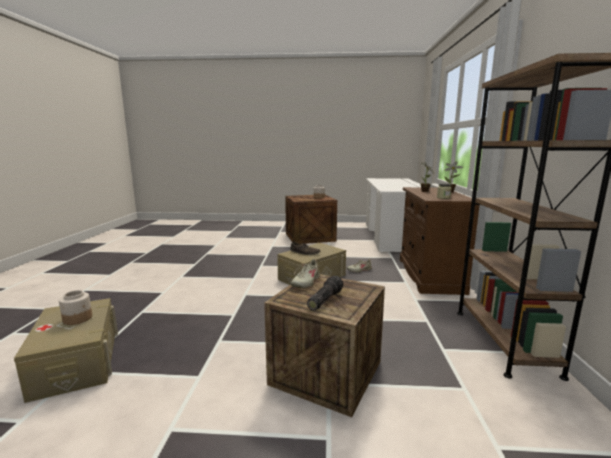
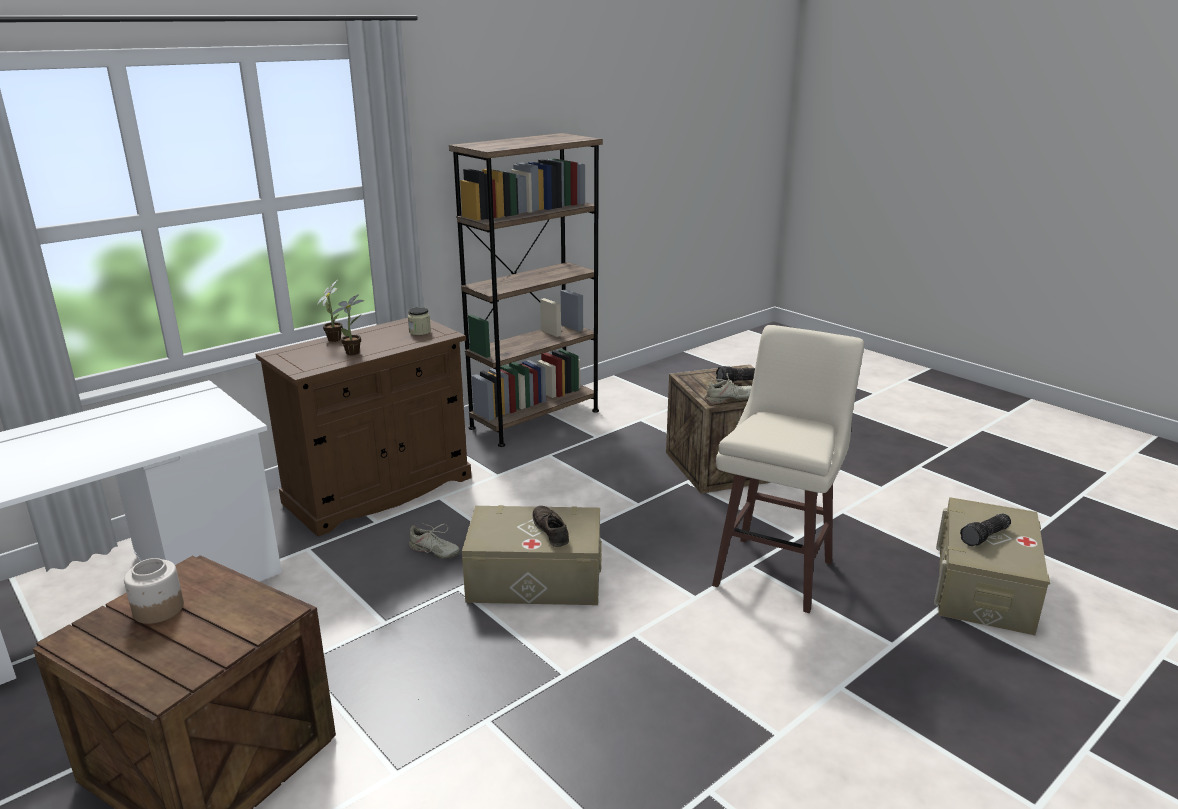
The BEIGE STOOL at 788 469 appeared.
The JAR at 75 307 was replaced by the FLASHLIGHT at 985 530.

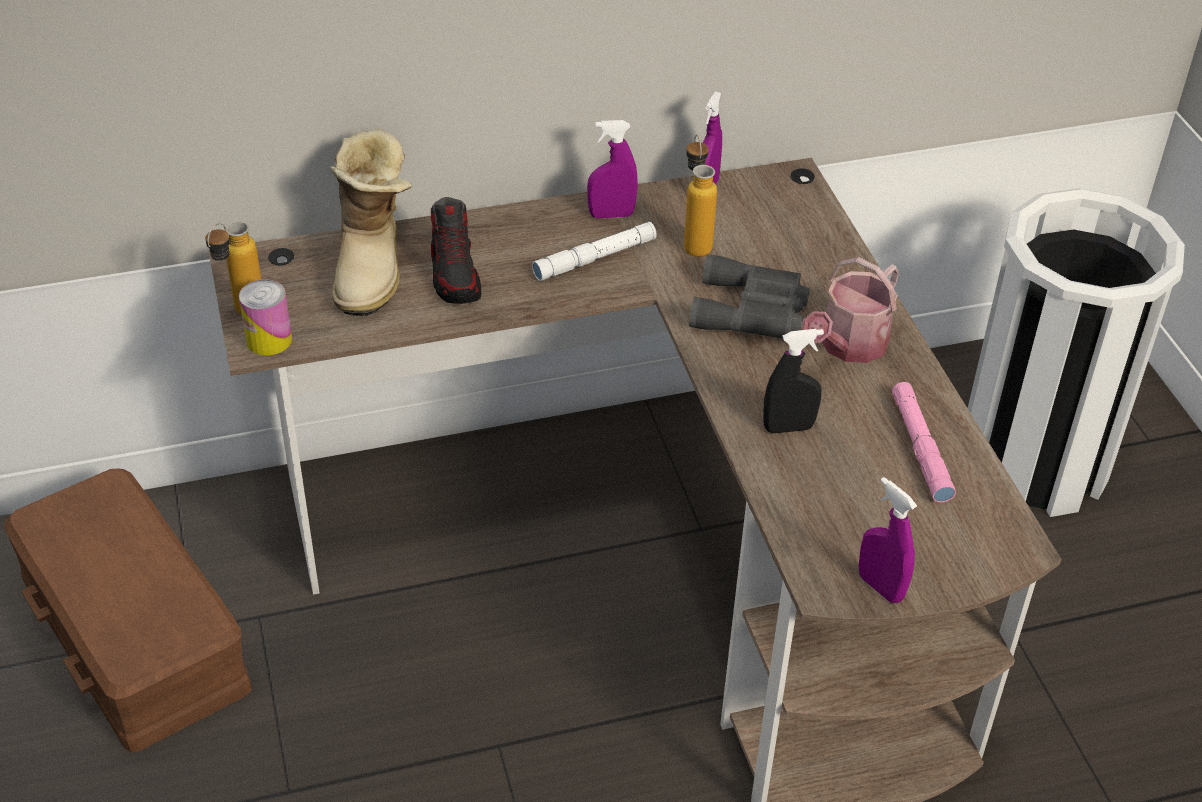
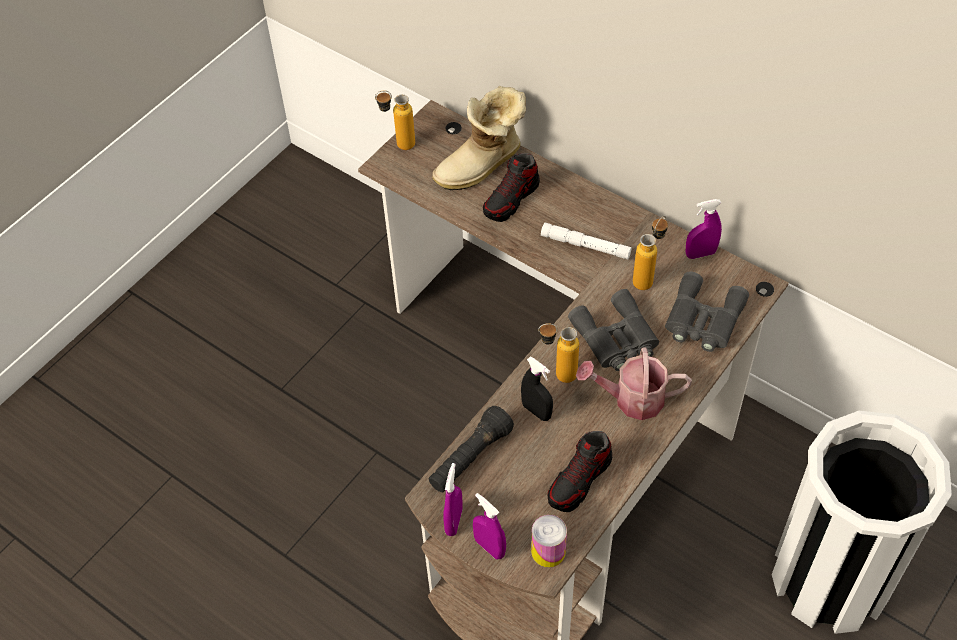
The BLACK FLASHLIGHT at 471 449 appeared.
The PURPLE SPRAY BOTTLE moved from 612 169 to 489 526.
The CAN moved from 265 317 to 549 541.
The BOTTLE at 559 353 appeared.
The PINK FLASHLIGHT at 924 442 was replaced by the SHOE at 579 471.
The GREY BINOCULARS at 707 311 appeared.
The BROWN STORAGE BOX at 128 610 disappeared.

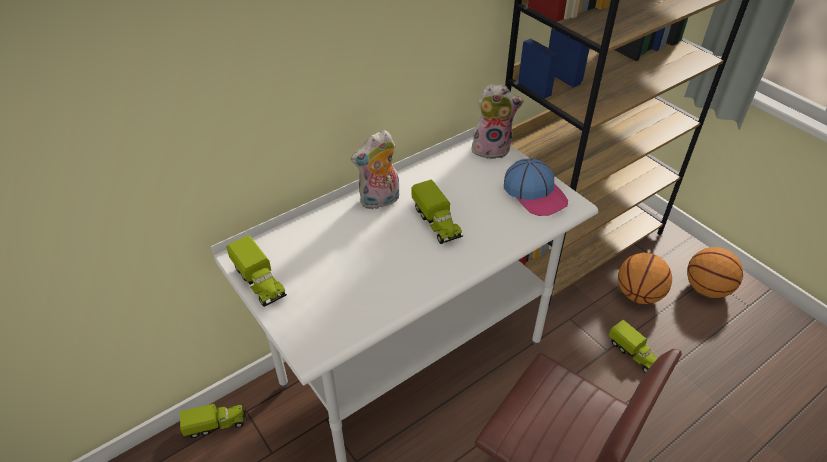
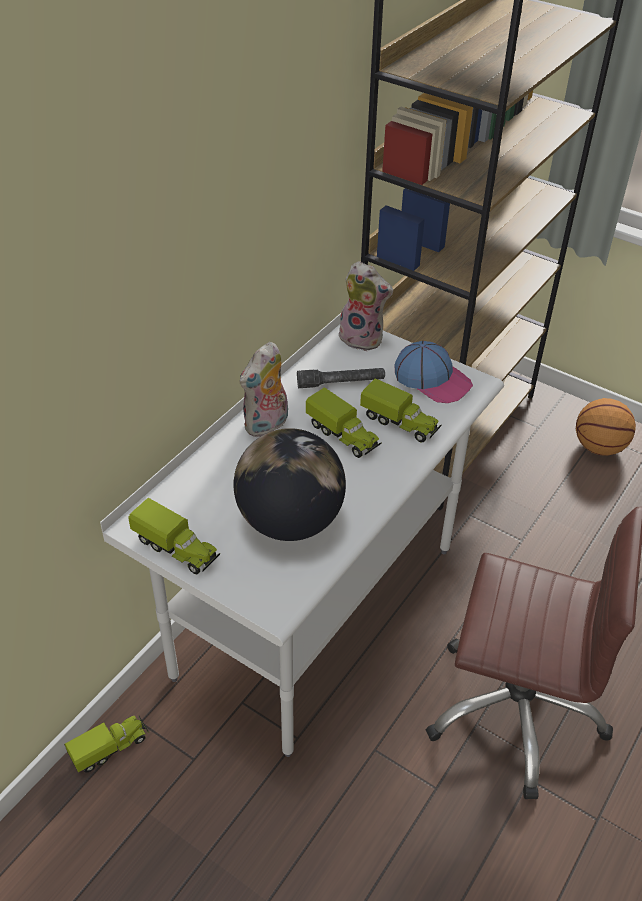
The GLOBE at 290 484 appeared.
The GREY FLASHLIGHT at 341 378 appeared.
The PLUSH TOY at 497 121 turned 45 degrees clockwise.
The TOY TRUCK moved from 633 346 to 401 410.
The BASKETBALL at 645 278 disappeared.

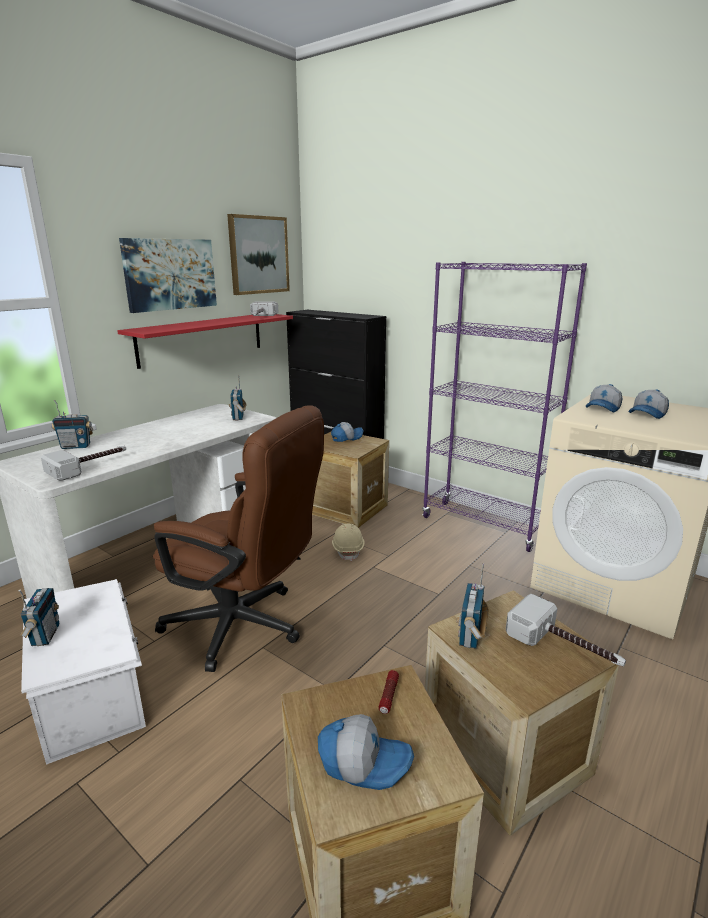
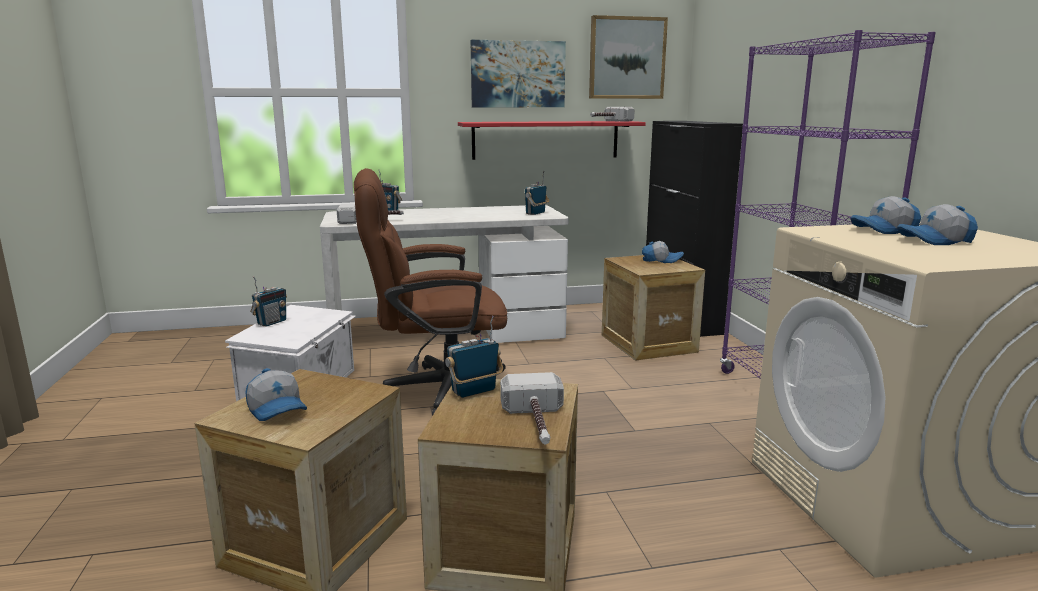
The BROWN OFFICE CHAIR at 238 538 turned 105 degrees clockwise.
The BEIGE HARD HAT at 348 542 disappeared.
The FLASHLIGHT at 389 692 disappeared.

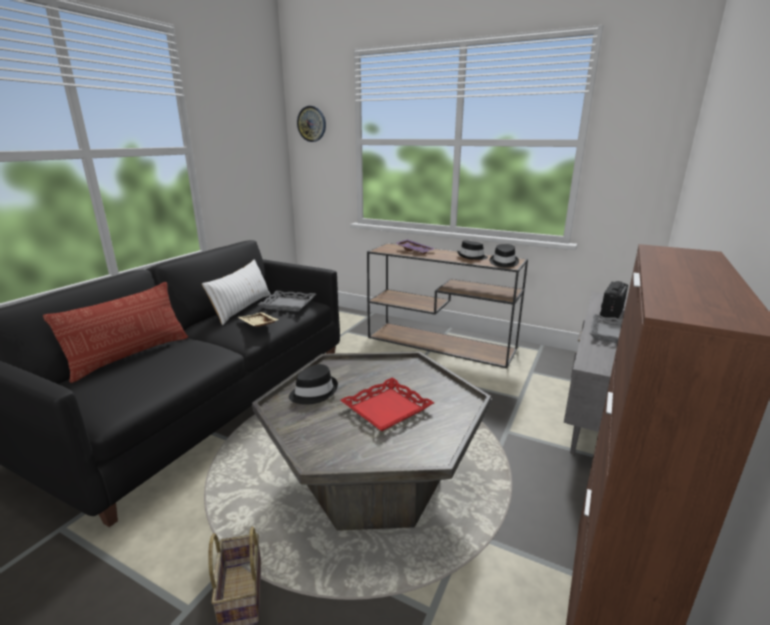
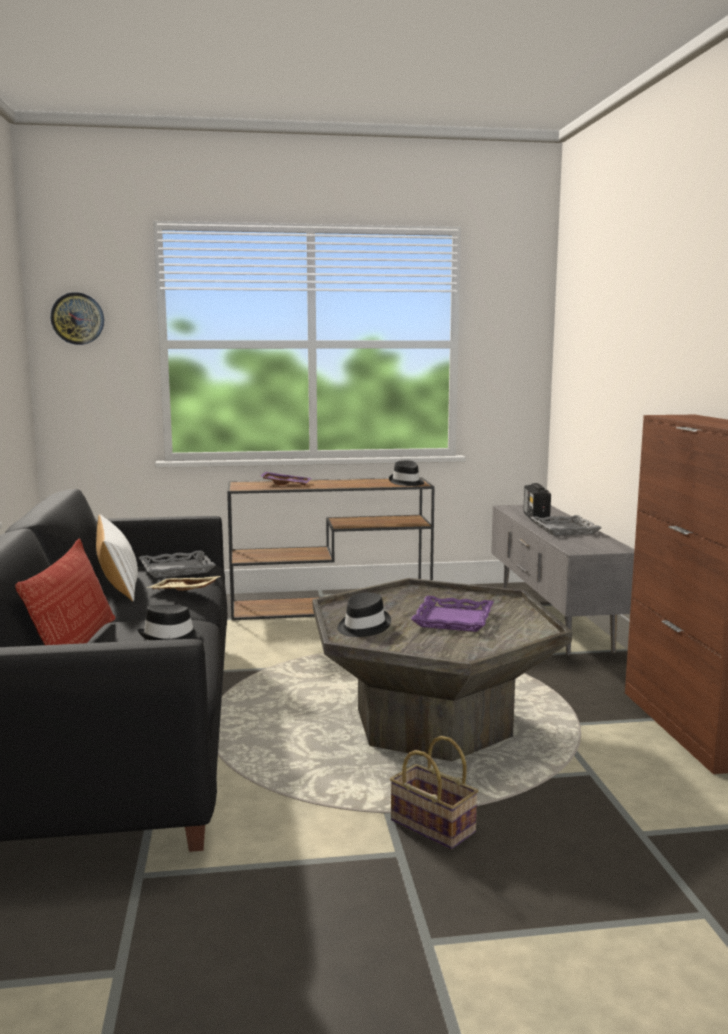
The BLACK HAT moved from 472 250 to 169 622.
The RED TRAY at 387 404 became the PURPLE TRAY at 452 614.

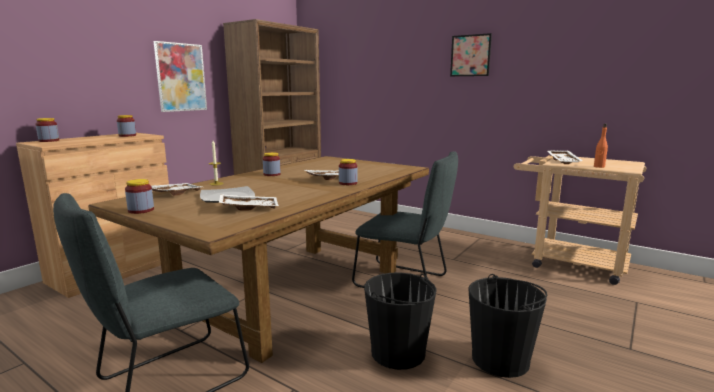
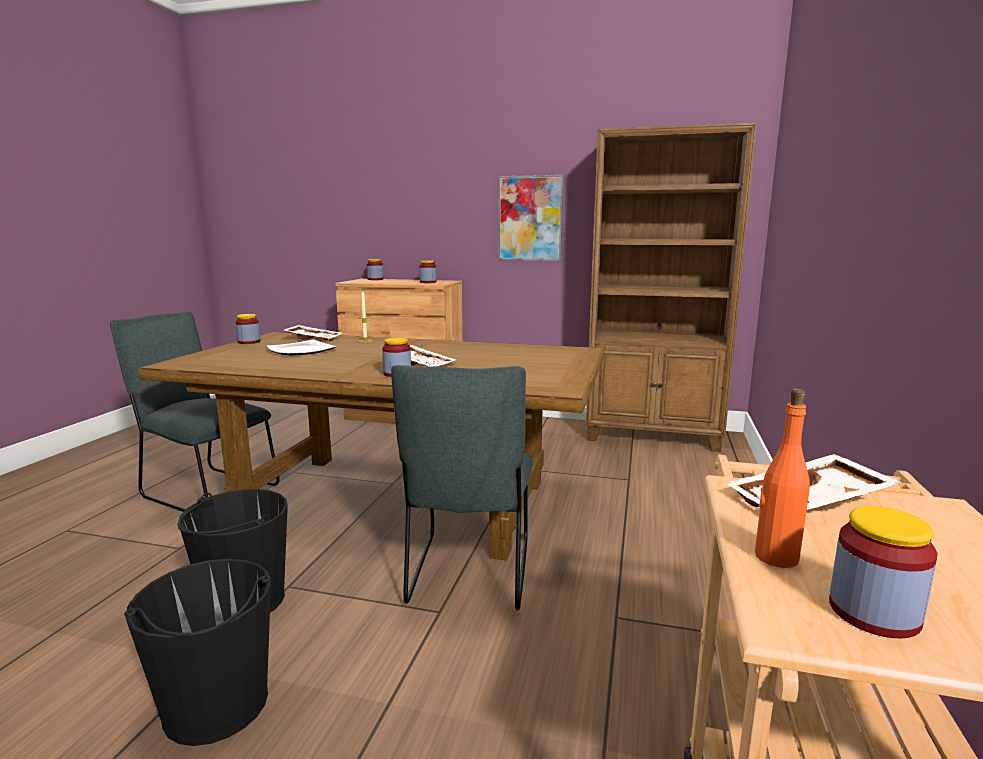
The JAR moved from 272 164 to 883 572.
The WHITE TRAY at 249 202 disappeared.
The PICTURE at 471 54 disappeared.

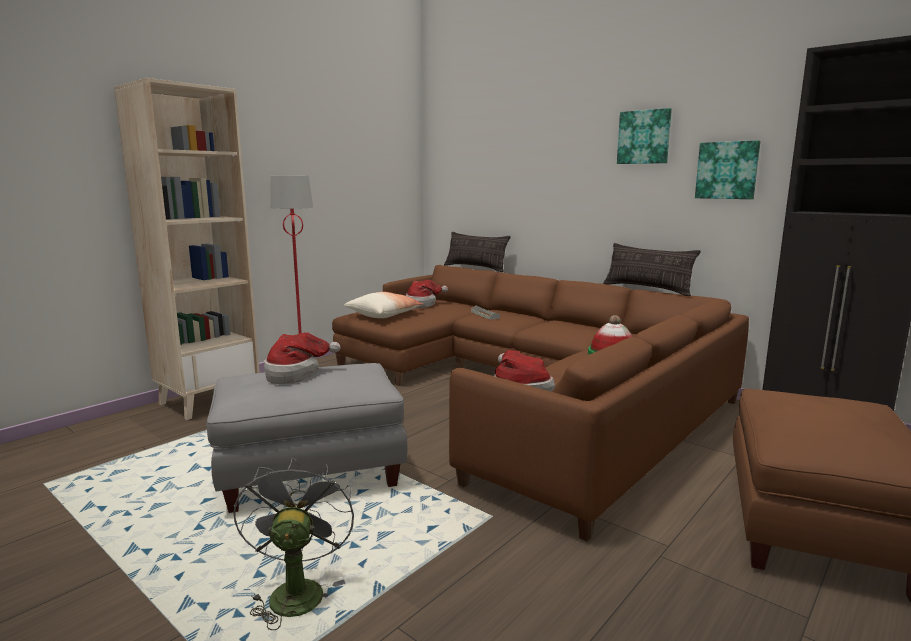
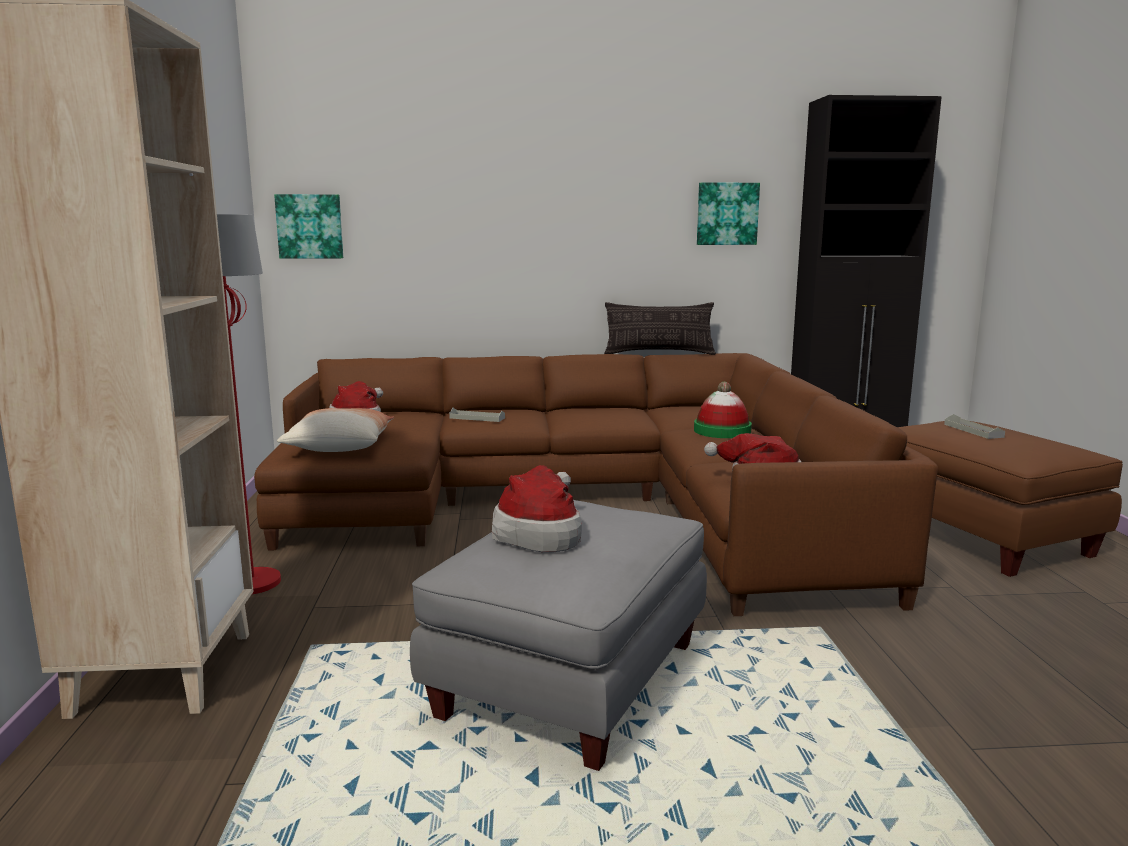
The PICTURE moved from 644 136 to 308 226.
The GREY TRAY at 974 426 appeared.
The GREY FAN at 293 543 disappeared.
The PILLOW at 477 252 disappeared.

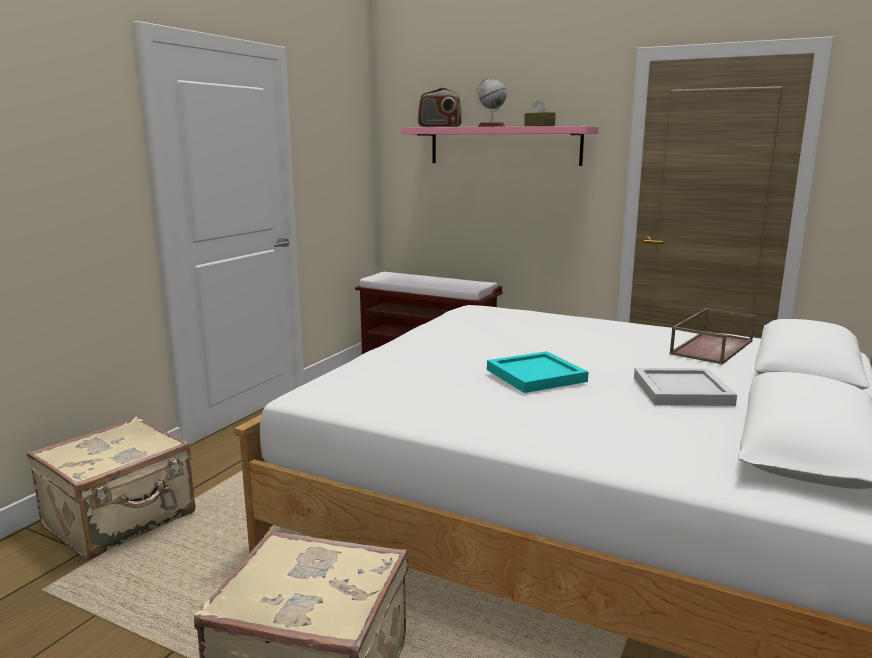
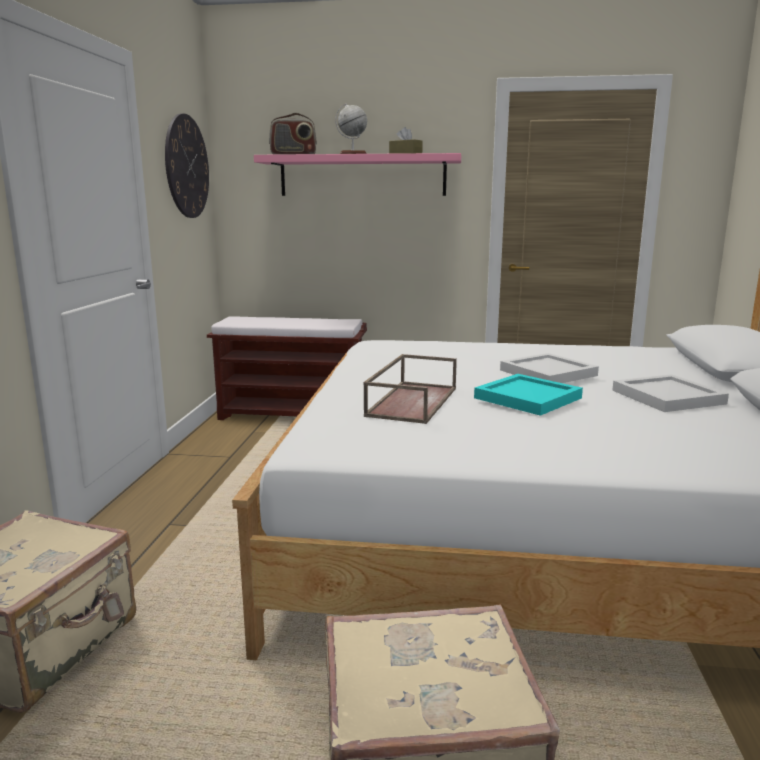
The WALL CLOCK at 187 166 appeared.
The BROWN TRAY moved from 713 336 to 410 389.
The WHITE TRAY at 549 368 appeared.

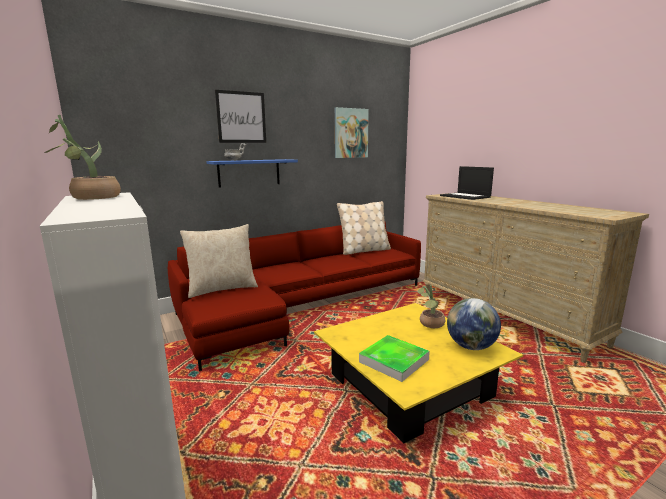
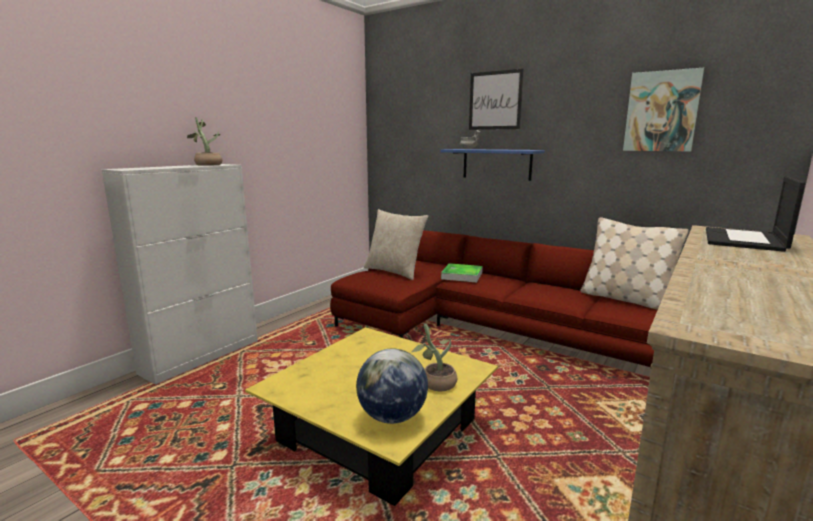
The TRAY moved from 394 358 to 462 273.

